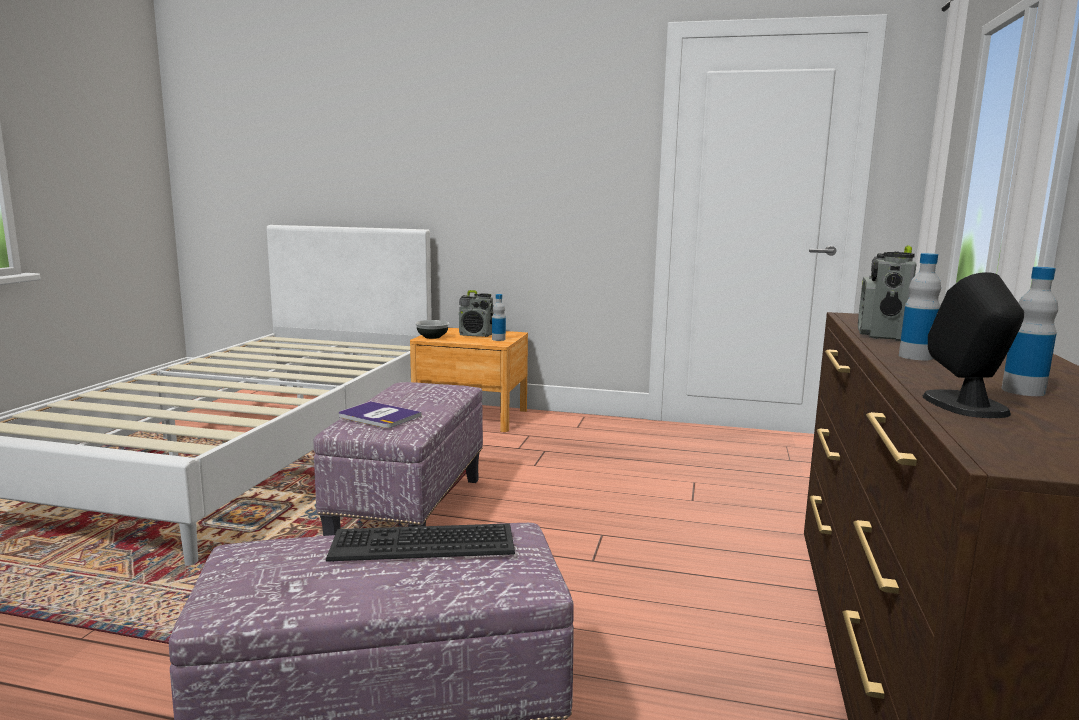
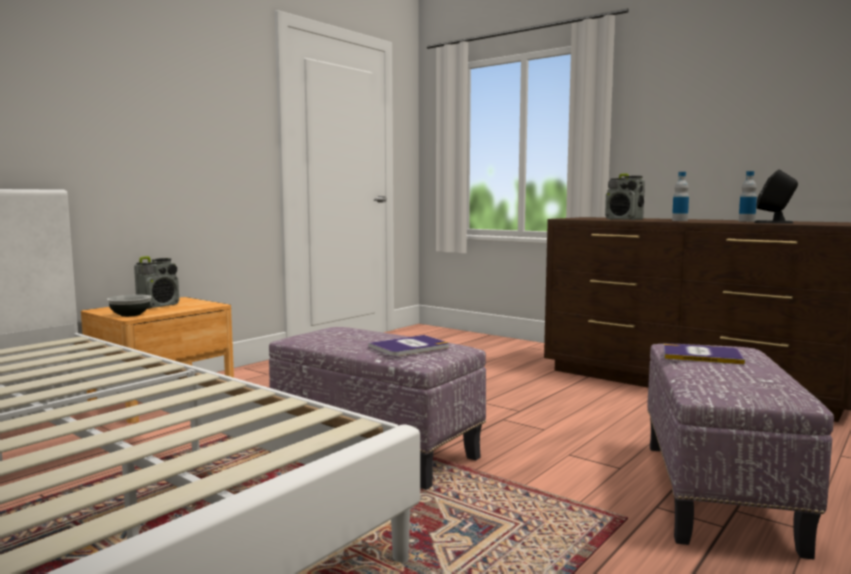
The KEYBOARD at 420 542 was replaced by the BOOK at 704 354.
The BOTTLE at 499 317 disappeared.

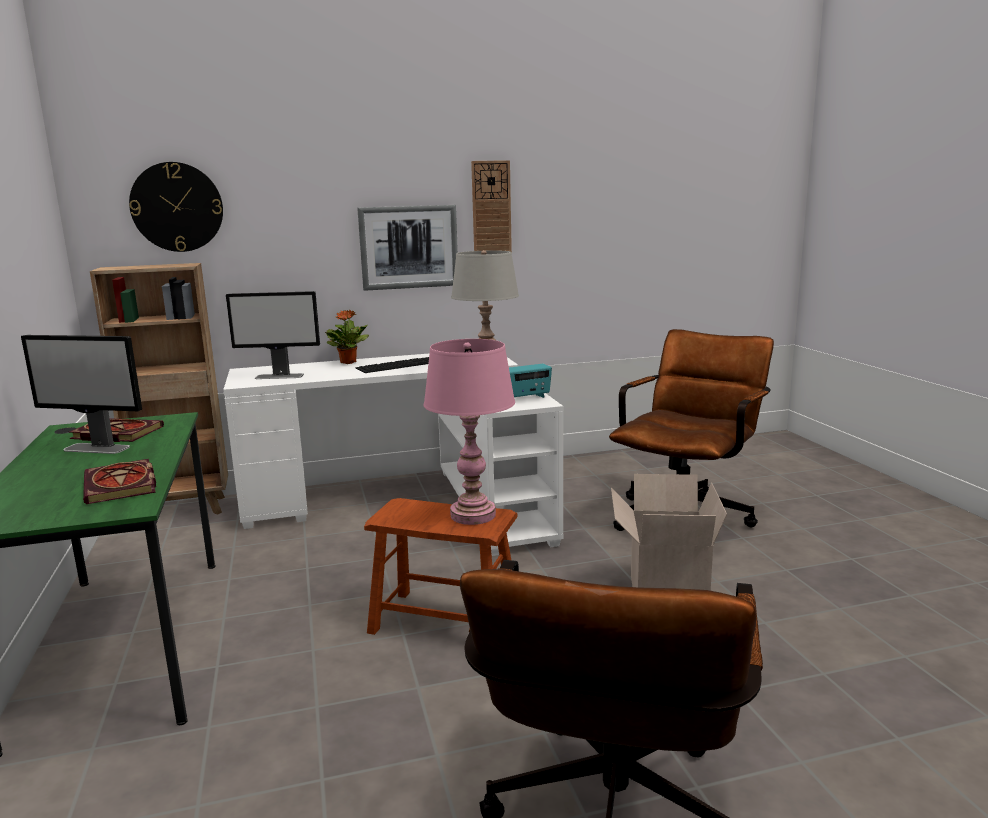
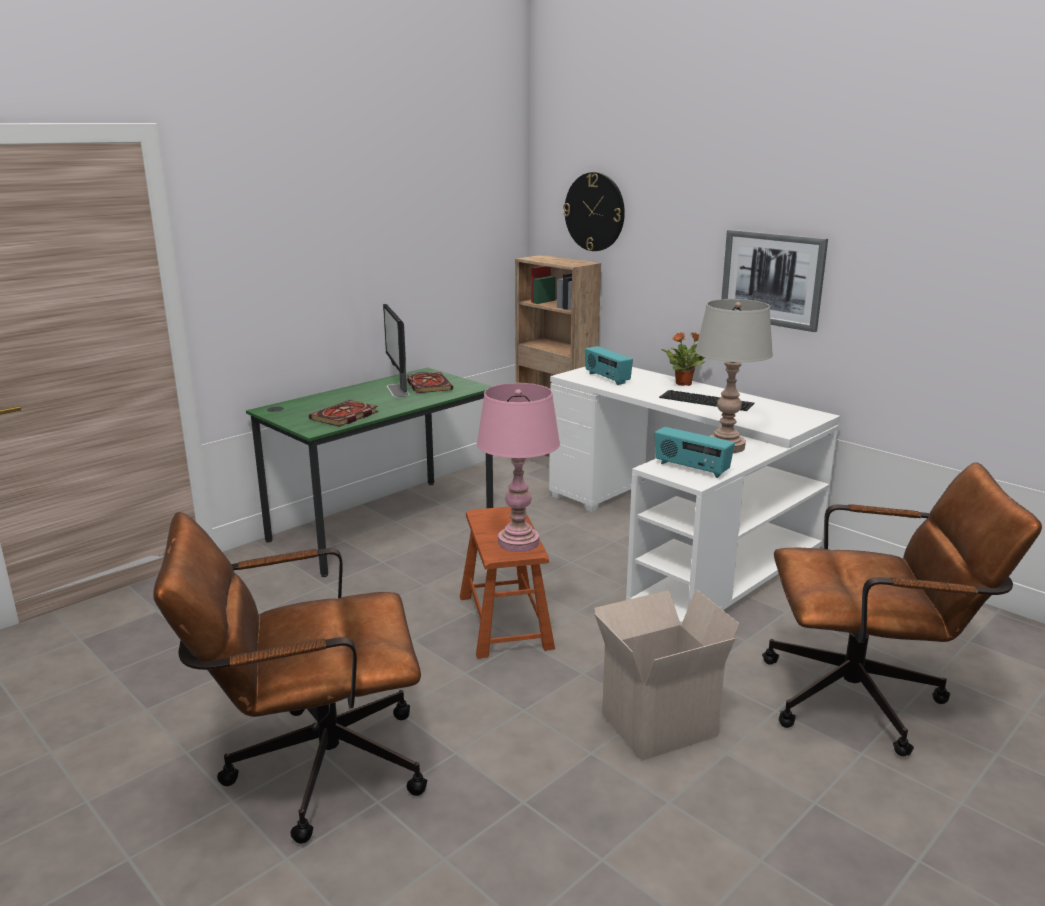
The MONITOR at 273 335 was replaced by the RADIO at 609 365.
The WALL CLOCK at 491 206 disappeared.

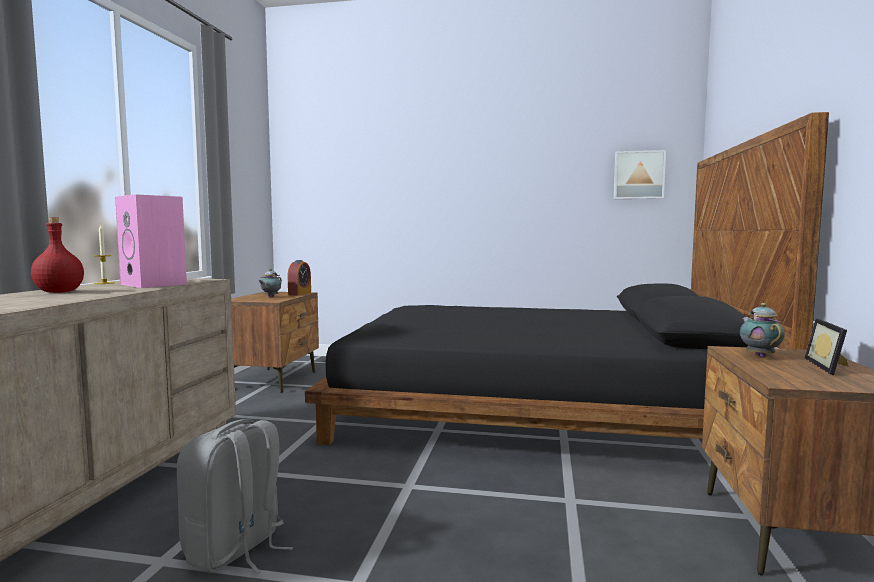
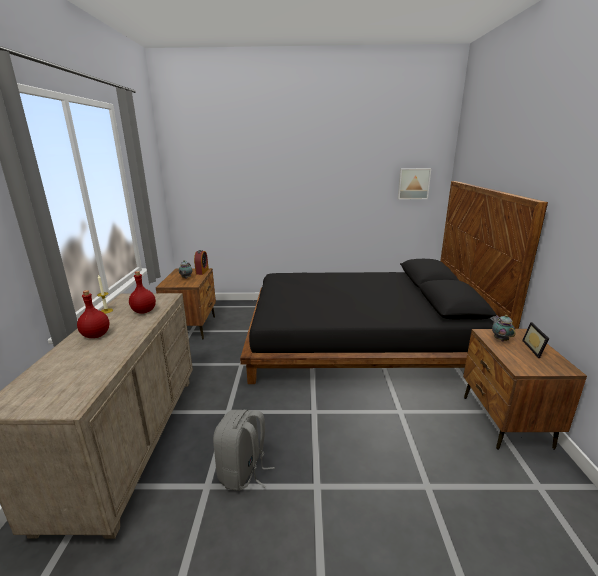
The PINK SPEAKER at 151 241 was replaced by the RED BOTTLE at 142 292.

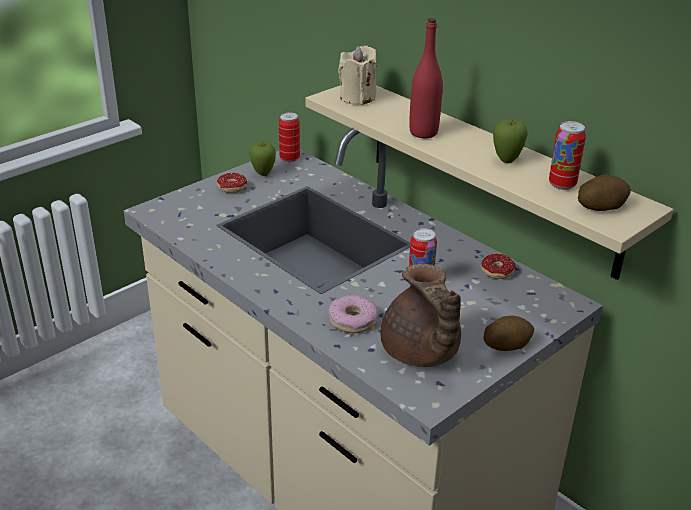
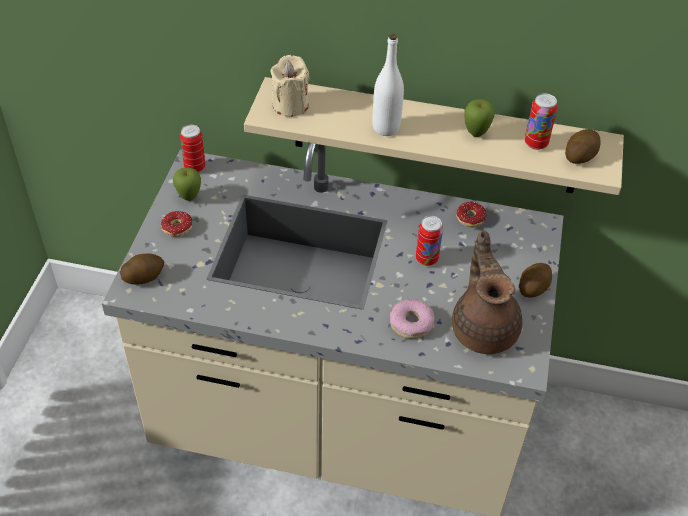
The POTATO at 142 269 appeared.
The RED BOTTLE at 426 78 became the WHITE BOTTLE at 388 85.
The BROWN TEAPOT at 421 315 turned 135 degrees counterclockwise.

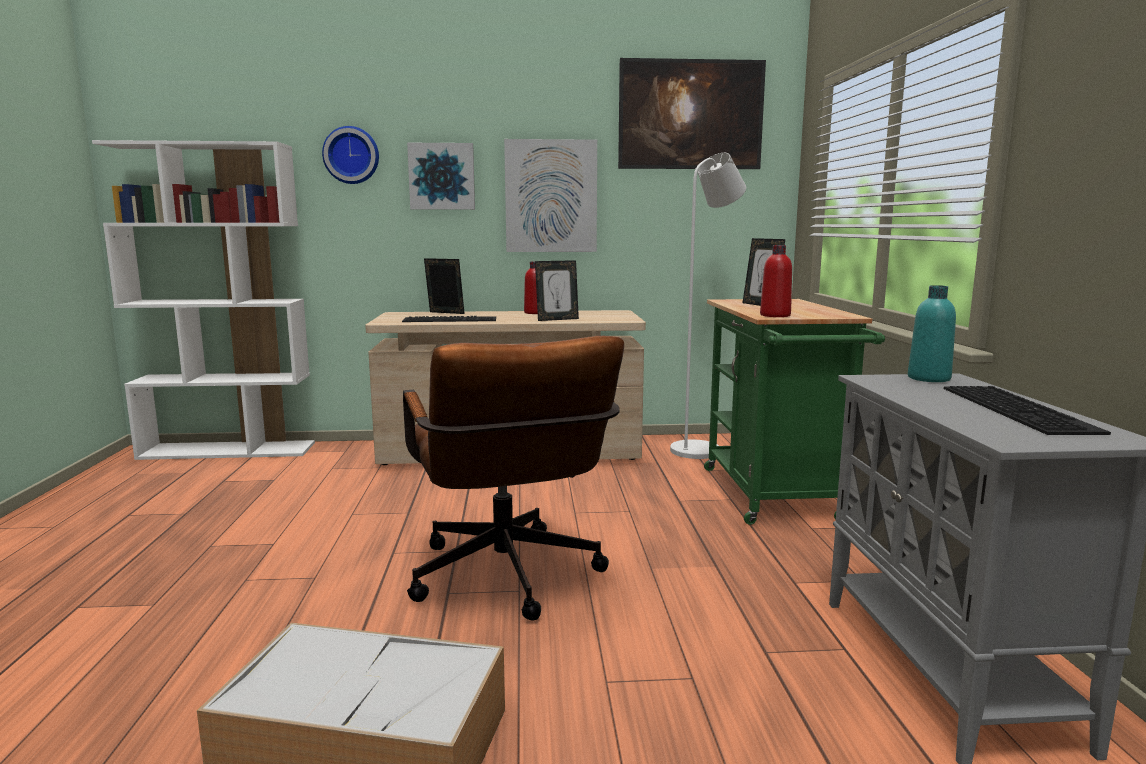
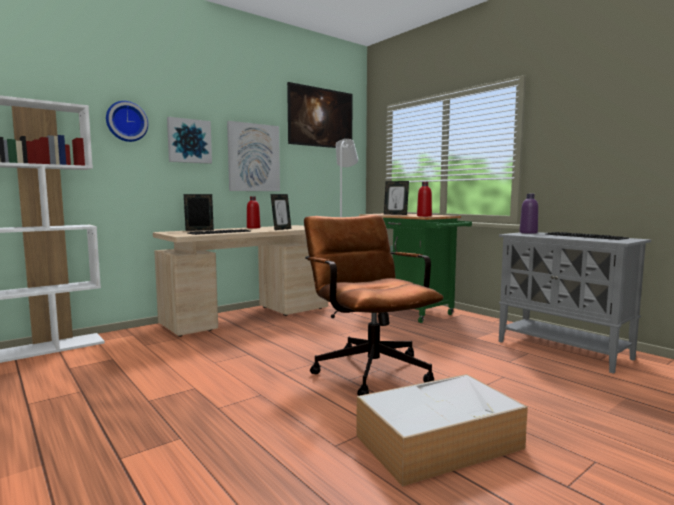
The BROWN OFFICE CHAIR at 513 478 turned 150 degrees counterclockwise.
The TURQUOISE BOTTLE at 932 333 became the PURPLE BOTTLE at 529 214.

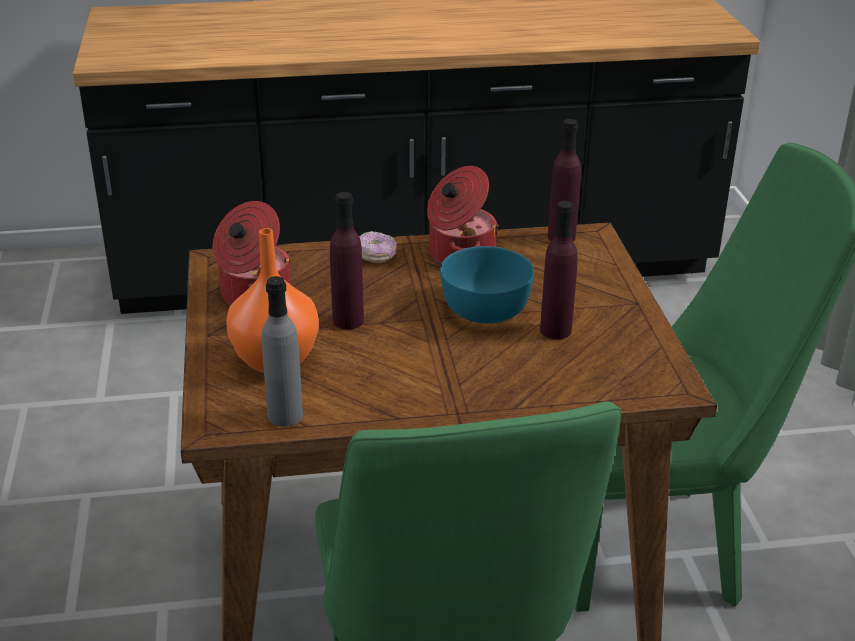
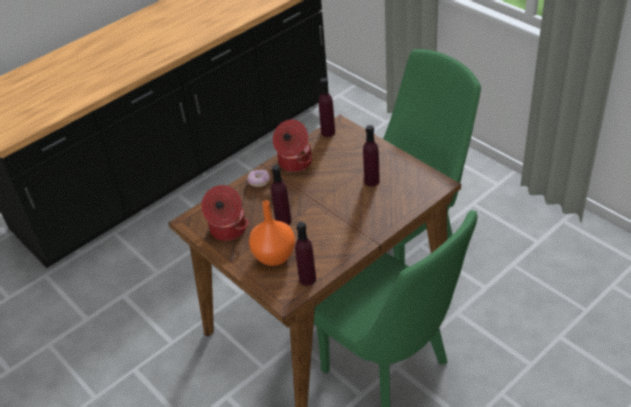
The GREY BOTTLE at 282 351 became the PURPLE BOTTLE at 305 254.
The TURQUOISE BOWL at 487 284 disappeared.

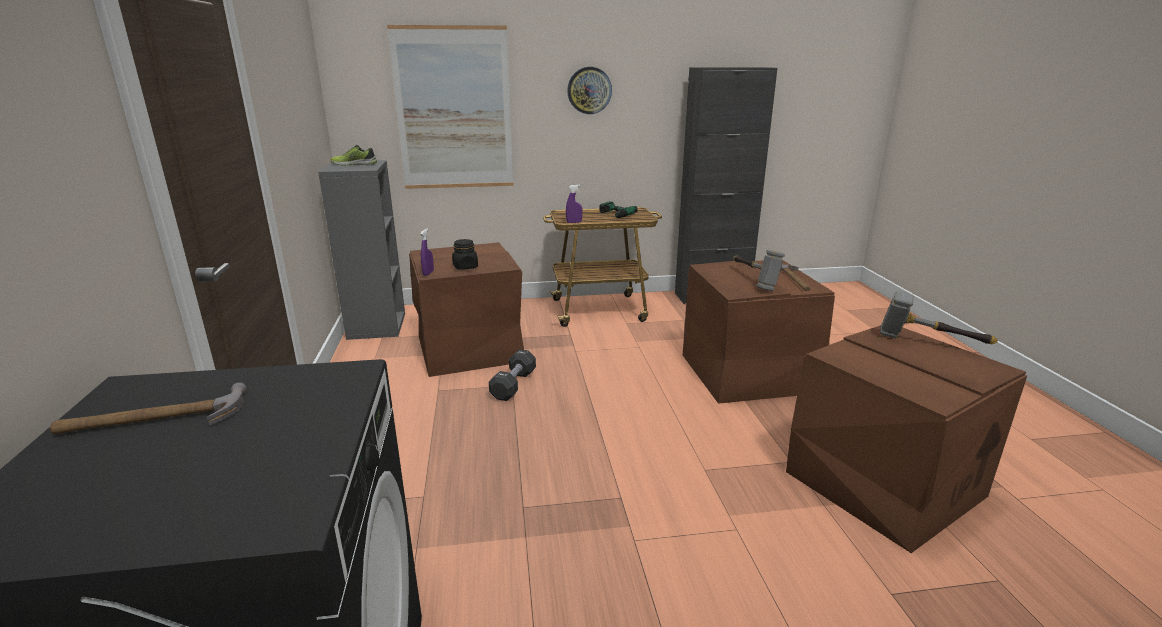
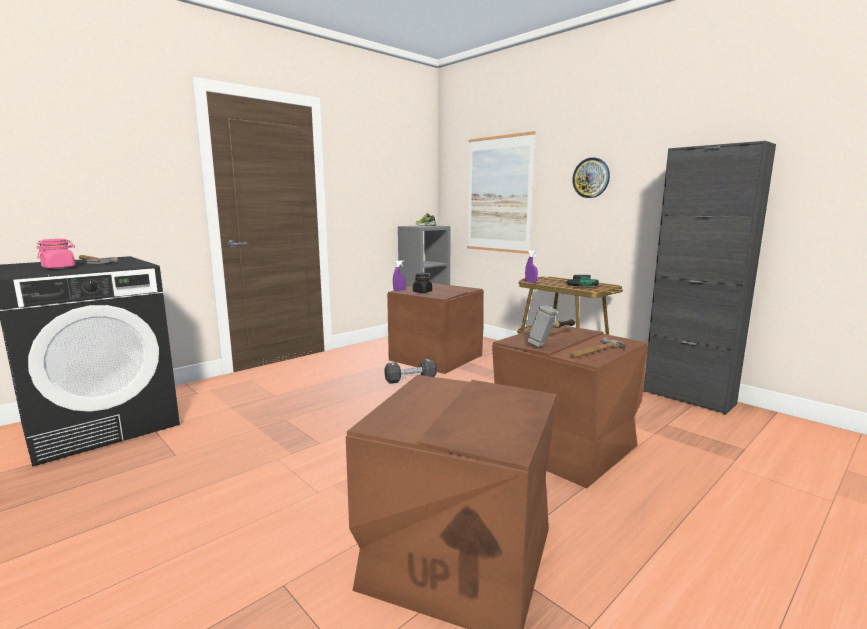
The PINK JAR at 56 254 appeared.
The HAMMER at 939 317 disappeared.

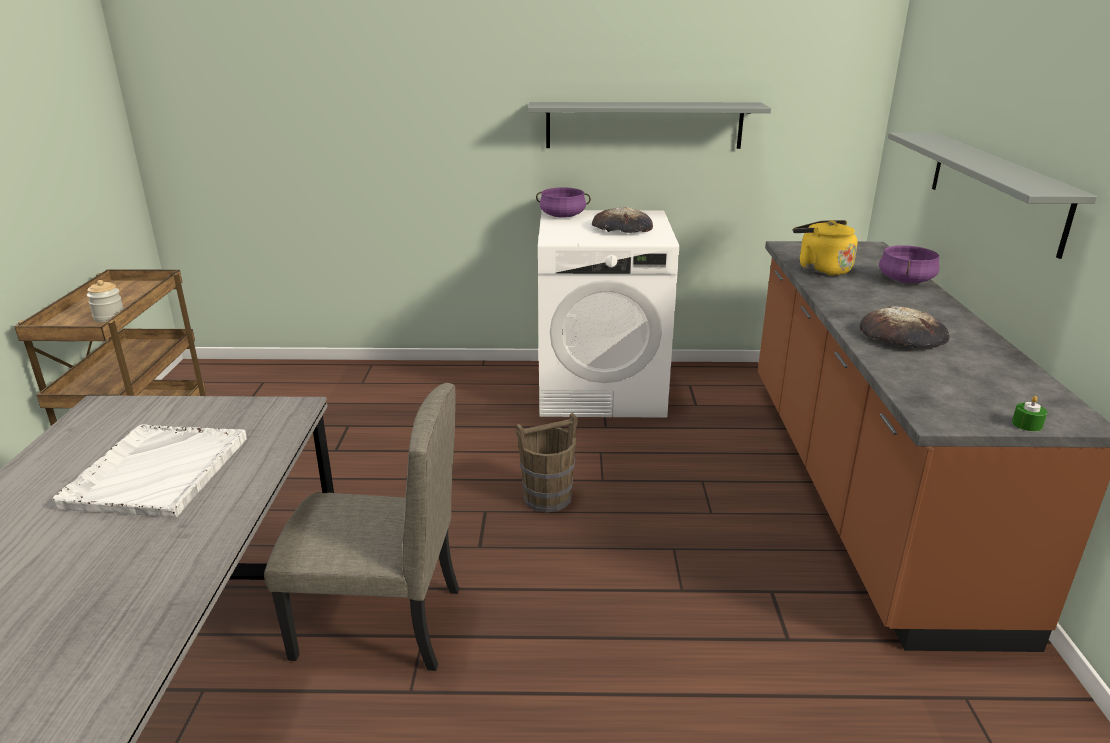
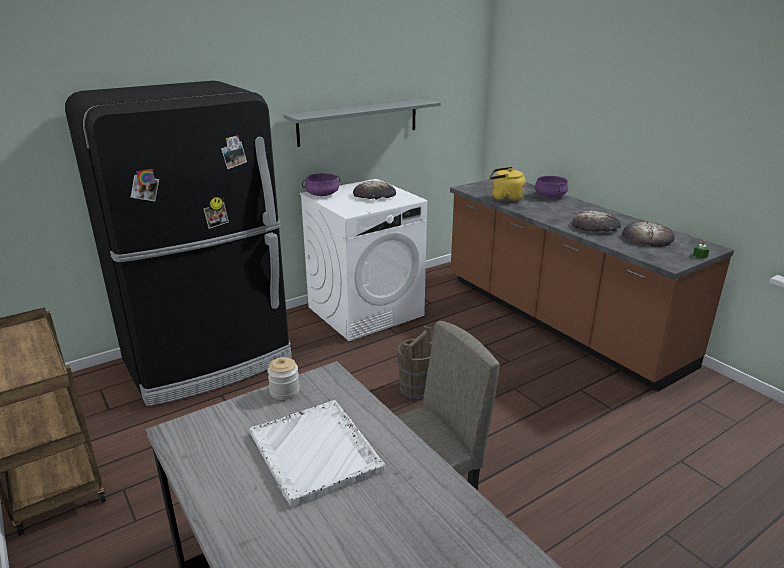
The BLACK FRIDGE at 178 243 appeared.
The JAR moved from 105 301 to 284 378.
The BREAD at 648 234 appeared.
The GREY SHELF at 992 196 disappeared.

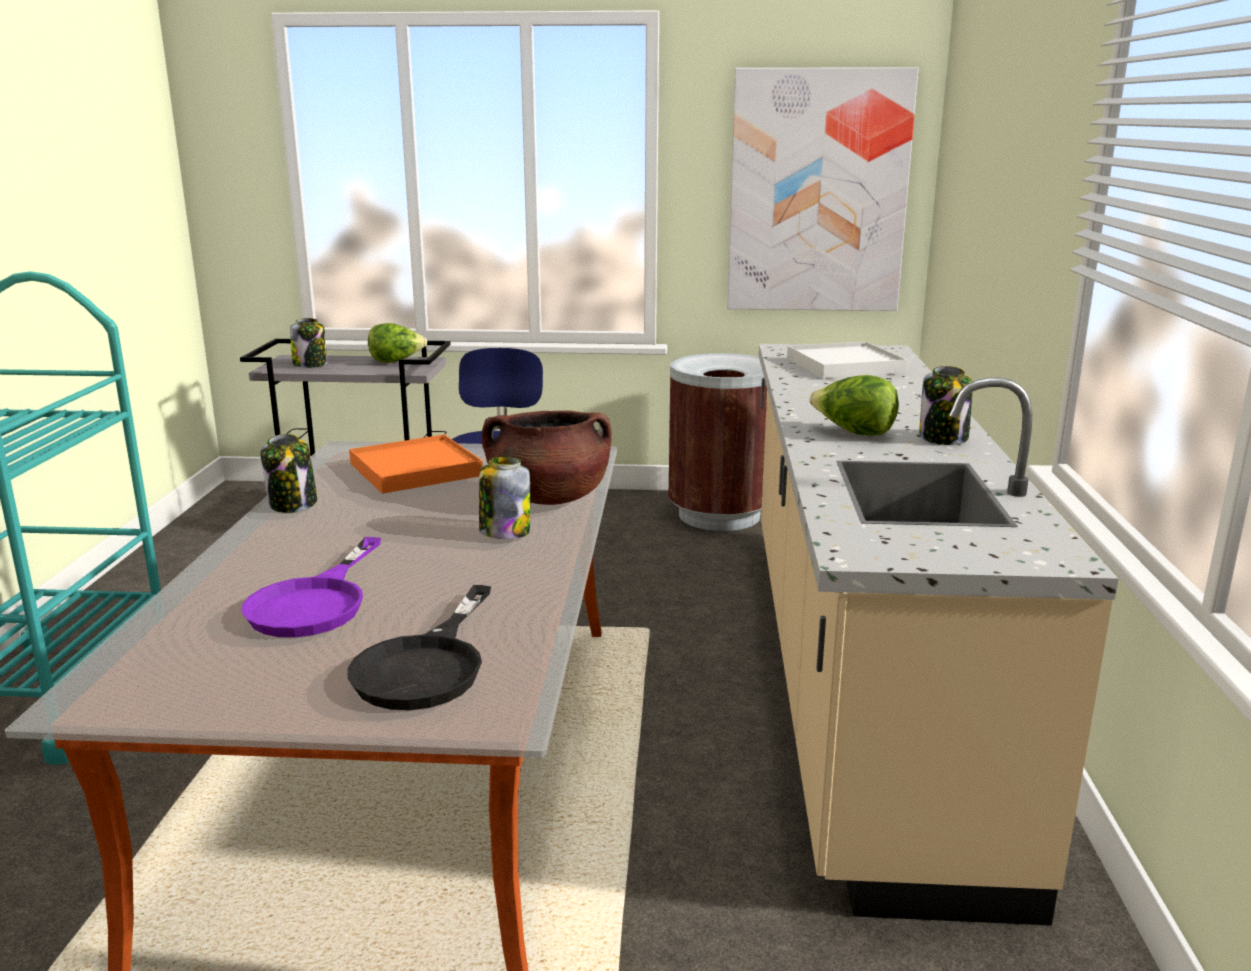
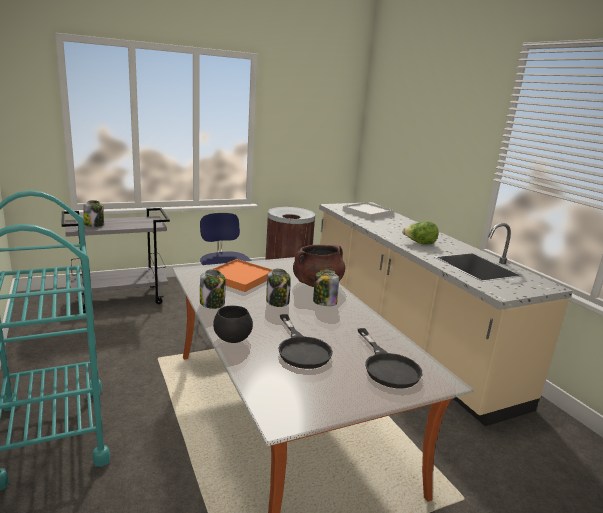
The BLACK BOWL at 233 324 appeared.
The JAR moved from 946 405 to 278 287.
The PURPLE FRYING PAN at 311 587 became the BLACK FRYING PAN at 305 341.
The LETTUCE at 397 343 disappeared.
The PICTURE at 823 189 disappeared.

